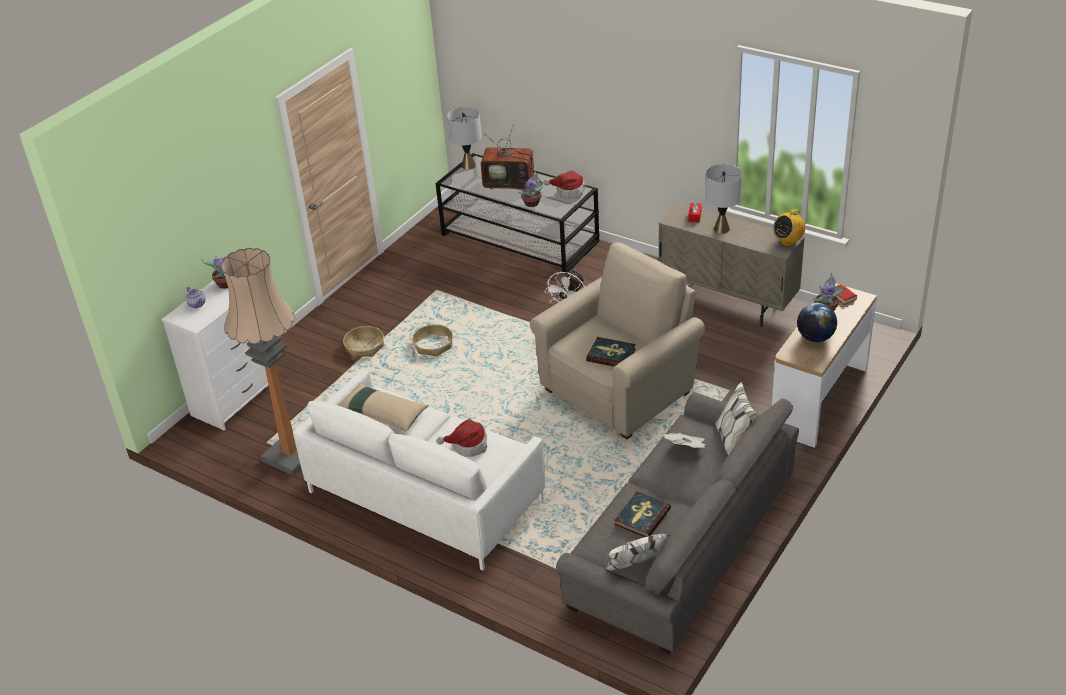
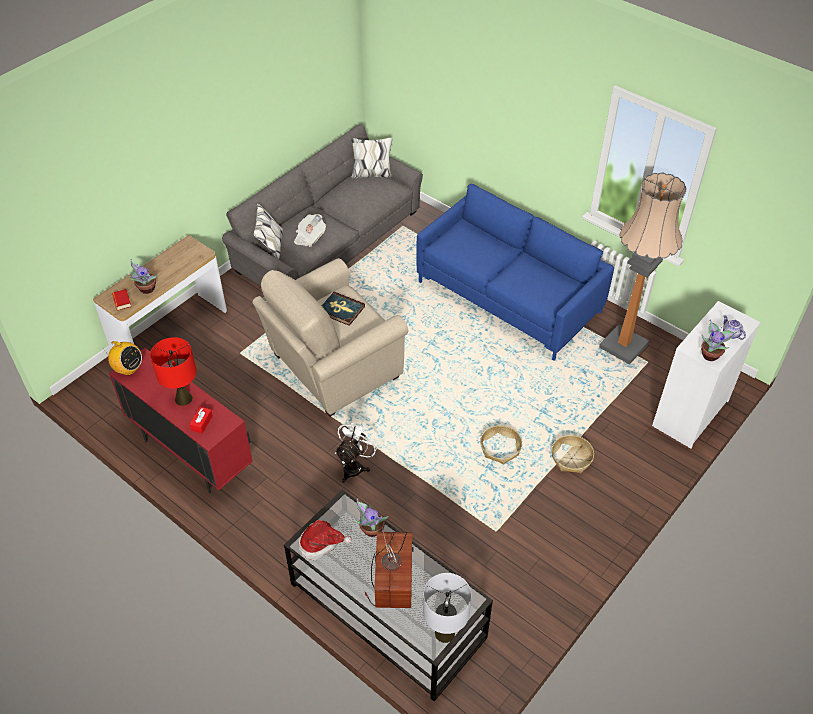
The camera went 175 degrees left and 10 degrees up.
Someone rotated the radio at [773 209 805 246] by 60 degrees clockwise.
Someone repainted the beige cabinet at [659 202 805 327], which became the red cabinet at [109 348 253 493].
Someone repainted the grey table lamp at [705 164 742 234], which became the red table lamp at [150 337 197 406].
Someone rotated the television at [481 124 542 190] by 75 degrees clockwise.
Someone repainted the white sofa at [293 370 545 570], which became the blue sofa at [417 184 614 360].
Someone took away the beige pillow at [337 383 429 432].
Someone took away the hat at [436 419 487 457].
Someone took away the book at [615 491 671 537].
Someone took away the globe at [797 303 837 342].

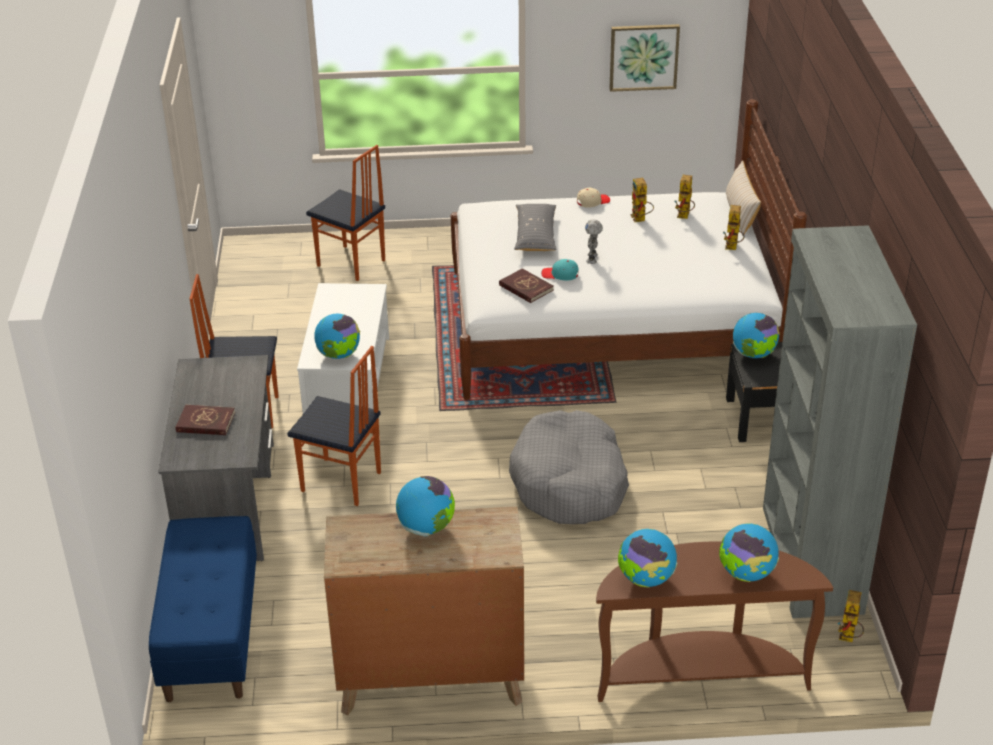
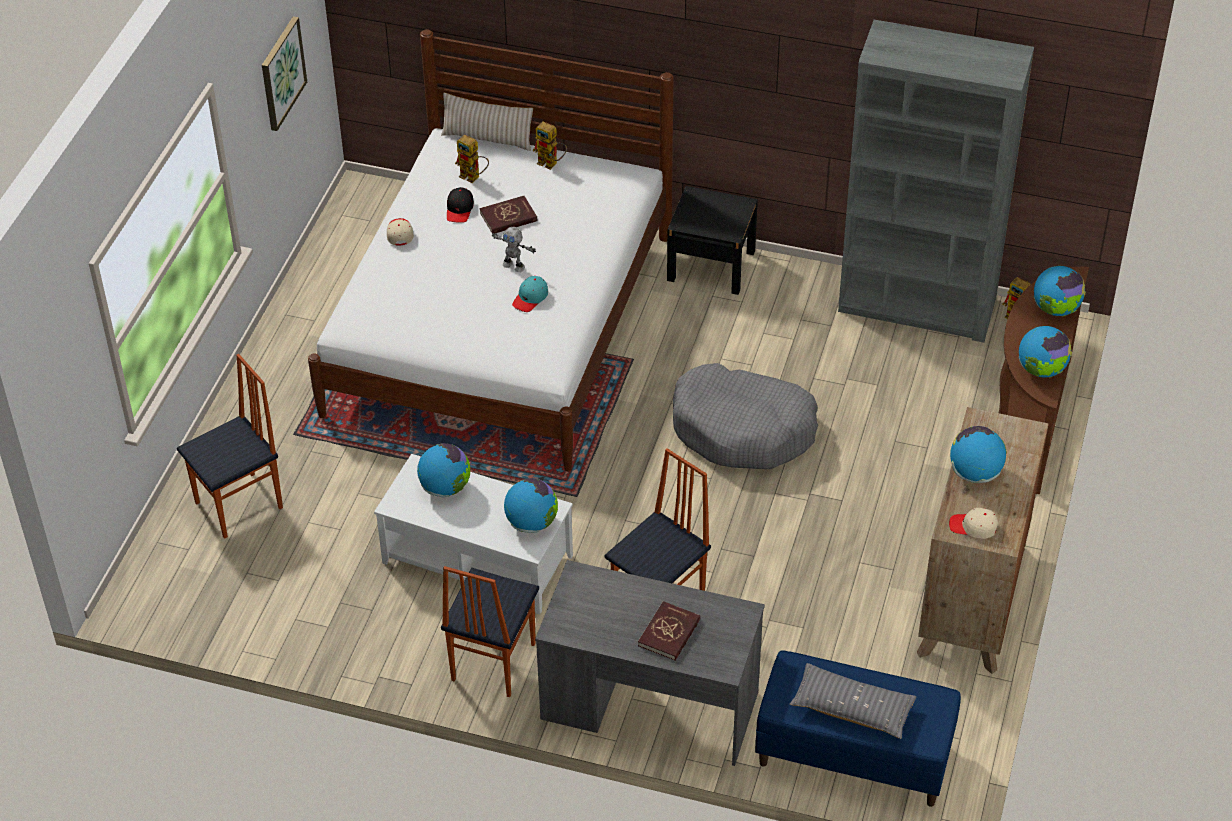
The camera went 70 degrees left and 10 degrees up.
Someone carried the globe from [733 313 780 358] to [417 443 470 498].
Someone swapped the toy robot at [631 178 654 222] for the black cap at [447 187 474 222].
Someone carried the red book from [499 268 554 303] to [480 196 537 234].
Someone carried the grey pillow from [514 204 557 251] to [790 663 916 739].
Someone put down the beige cap at [949 508 998 538].

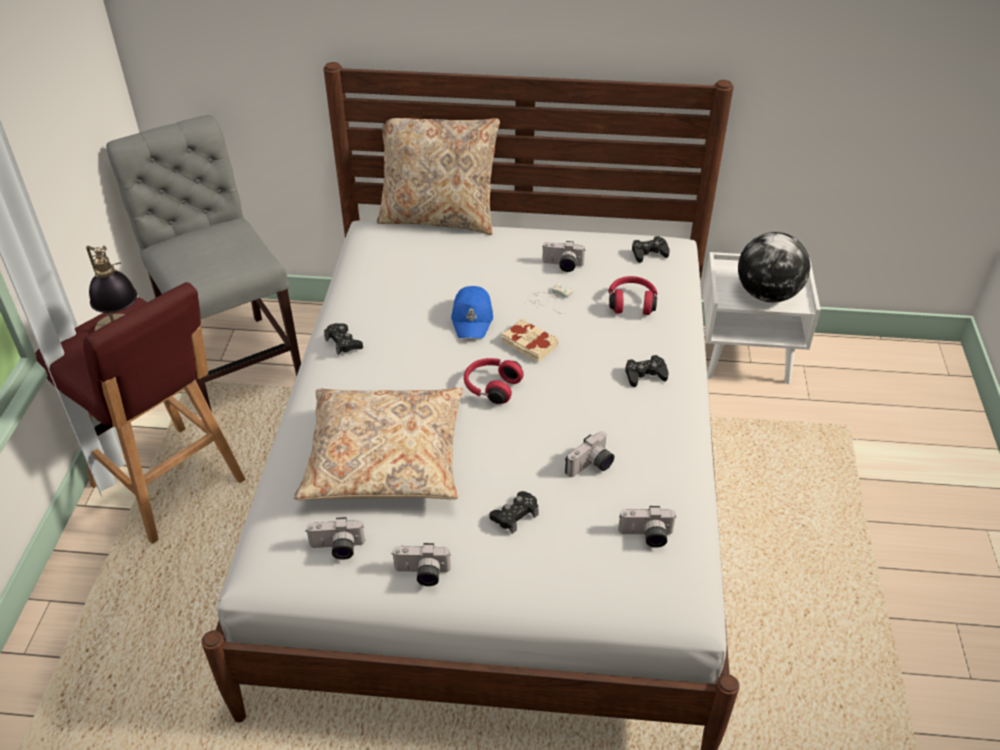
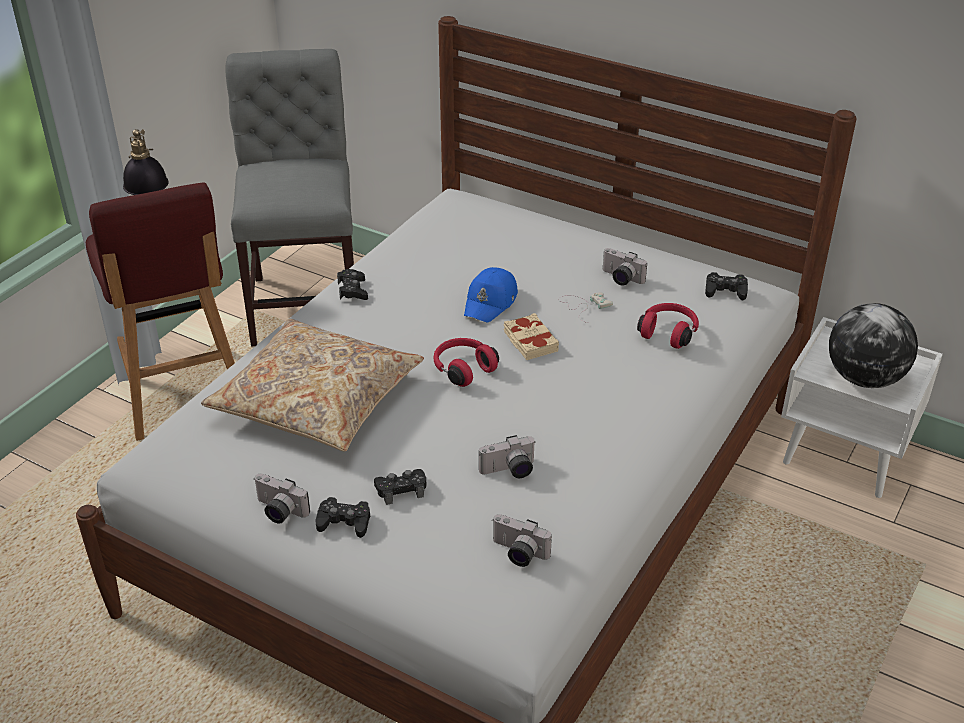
The camera went 25 degrees right and 5 degrees down.
Someone carried the black game controller from [625 355 668 387] to [316 497 370 538].
Someone took away the photo camera at [306 517 365 560].
Someone took away the beige pillow at [377 118 500 235].

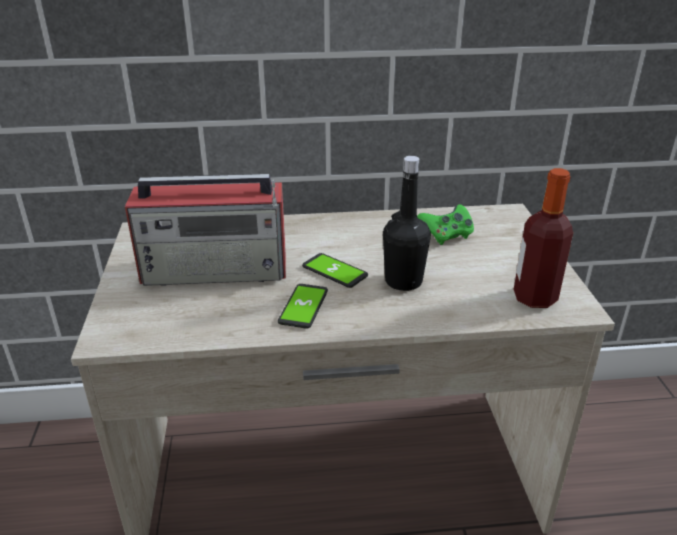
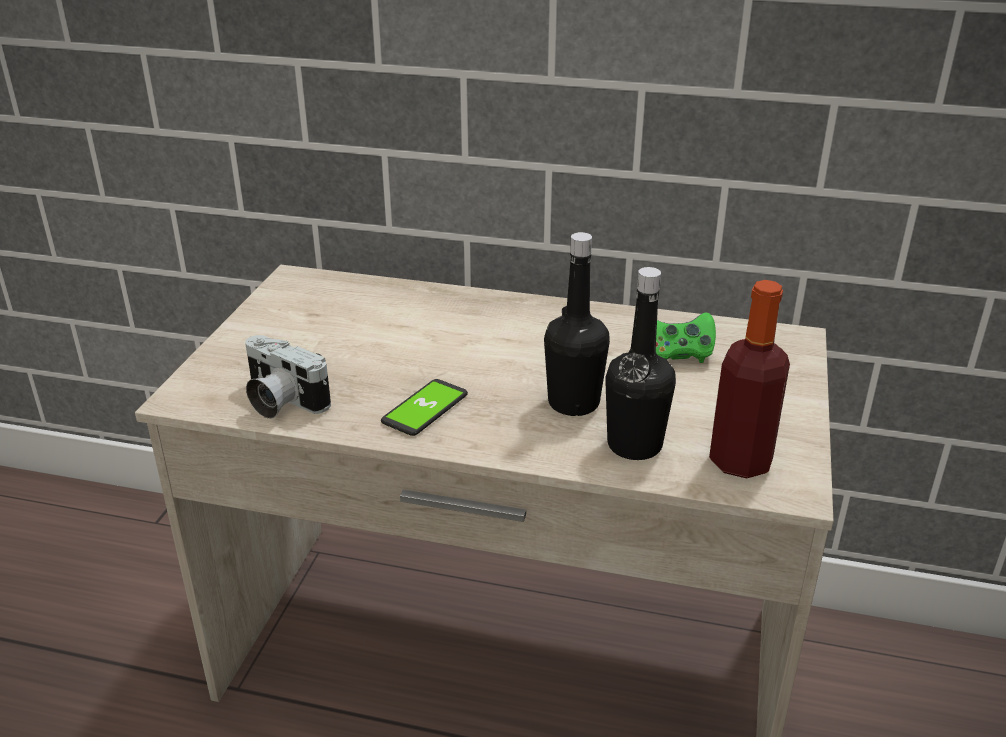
The camera went 20 degrees right and 0 degrees up.
Someone put down the photo camera at [245 335 331 419].
Someone put down the black bottle at [605 267 676 460].
Someone took away the radio at [125 174 286 286].
Someone took away the phone at [302 253 368 288].

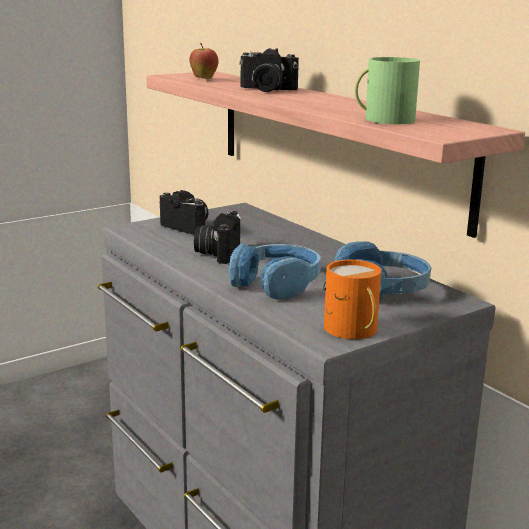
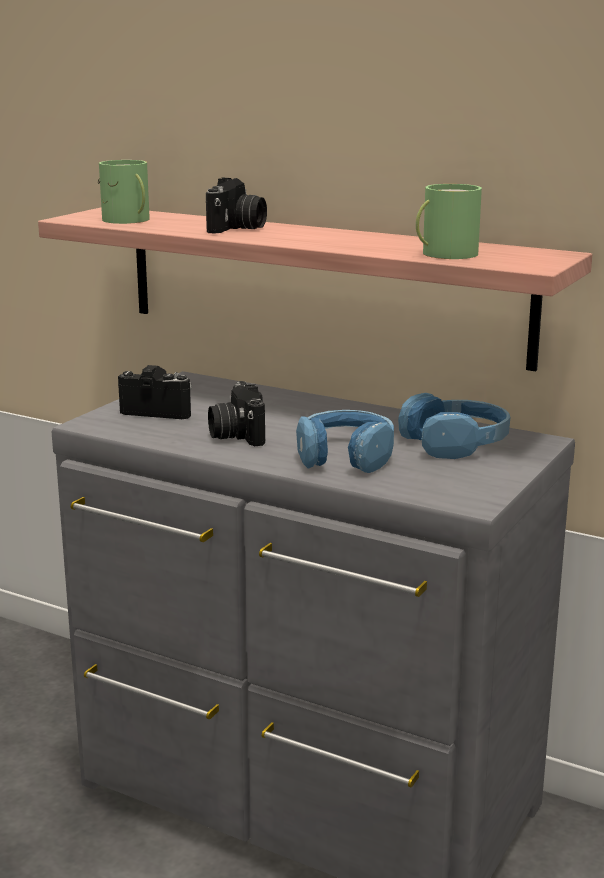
The camera went 25 degrees left and 0 degrees up.
Someone swapped the apple at [189 43 219 79] for the green mug at [98 160 150 224].
Someone rotated the photo camera at [239 48 299 92] by 60 degrees counterclockwise.
Someone took away the orange mug at [323 260 381 339].

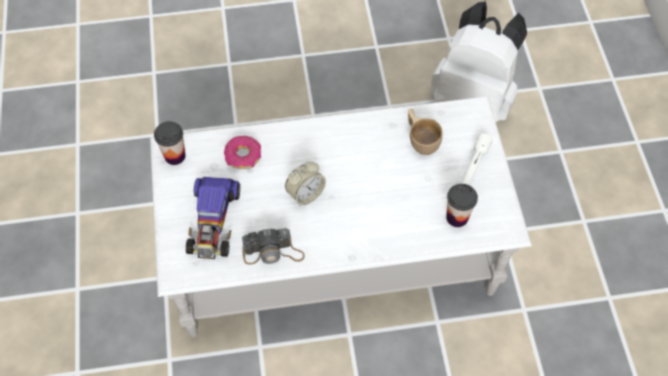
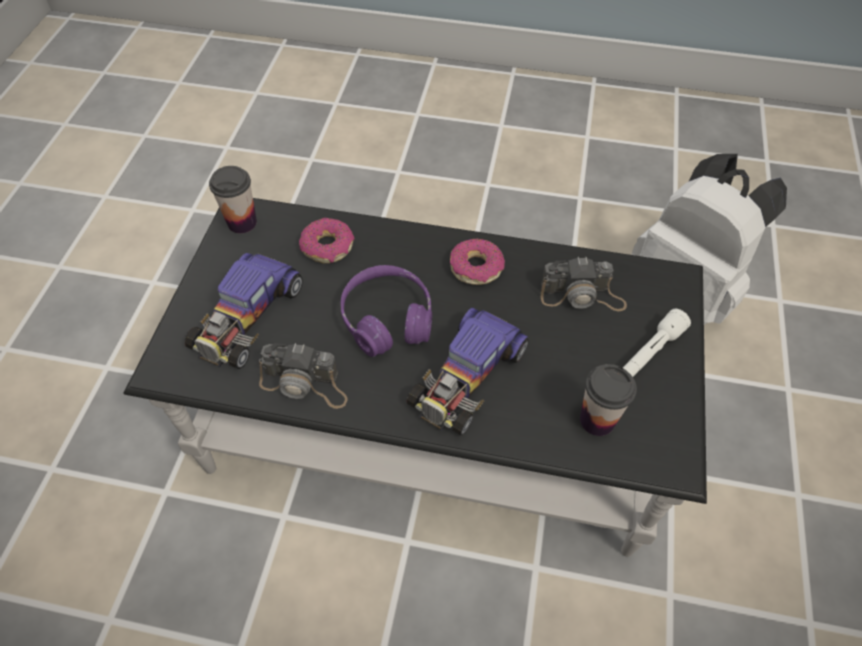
The camera went 20 degrees right and 5 degrees down.
Someone repainted the white coffee table at [150 96 532 337], which became the black coffee table at [123 198 707 557].
Someone swapped the alarm clock at [285 161 326 206] for the purple headphones at [341 265 432 357].
Someone put down the toy car at [406 308 529 436].
Someone put down the donut at [450 238 505 285].
Someone swapped the beige cup at [408 108 443 155] for the photo camera at [541 257 627 311].

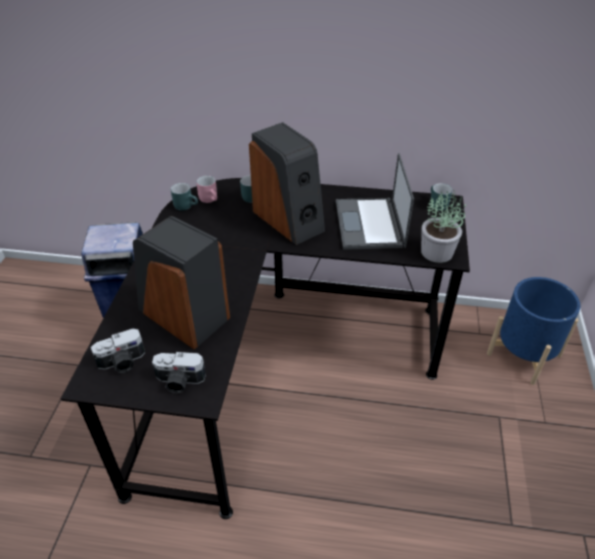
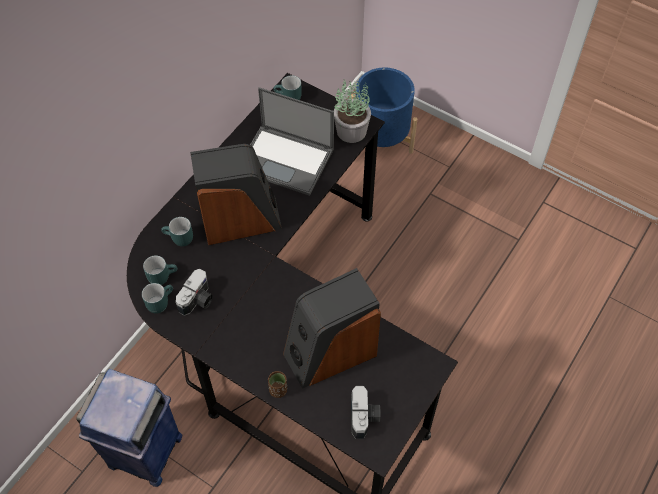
The camera went 65 degrees left and 15 degrees up.
Someone repainted the pink mug at [196 176 217 203], which became the turquoise mug at [143 255 177 285].
Someone carried the photo camera from [152 352 206 393] to [176 269 213 316].
Someone put down the brown cup at [268 371 287 398].

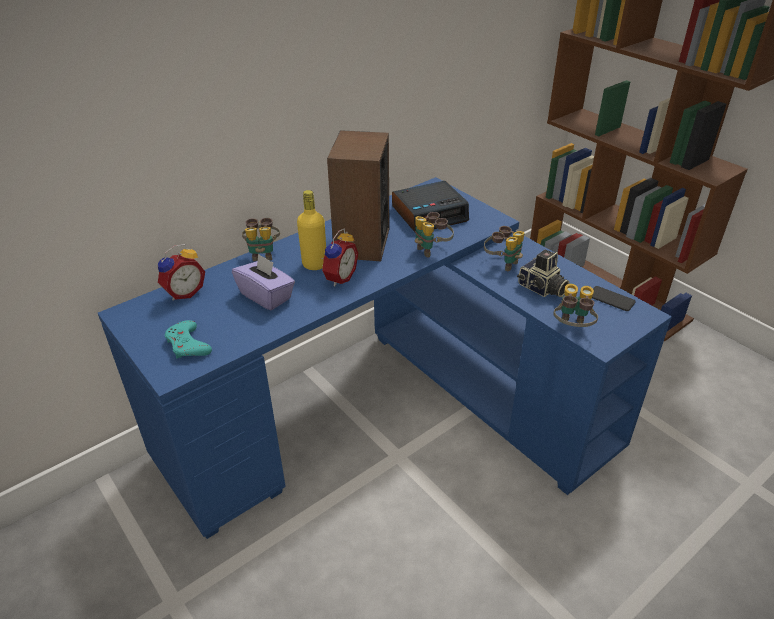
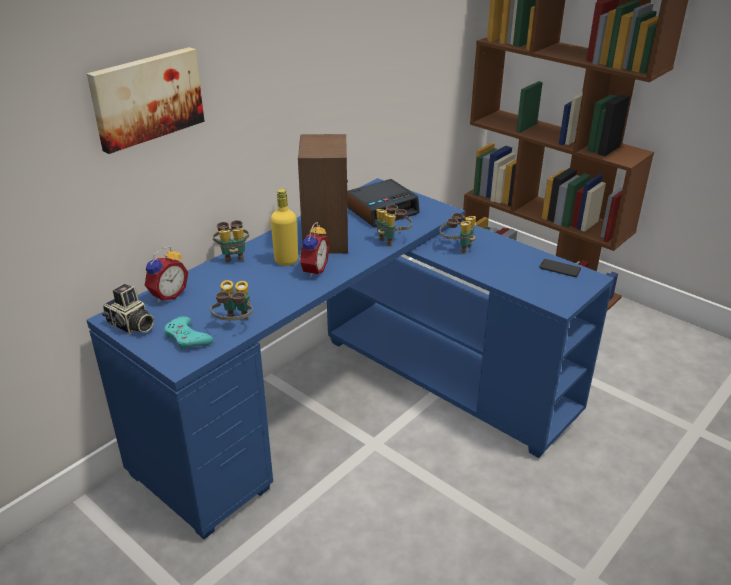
The camera went 10 degrees left and 5 degrees down.
Someone put up the picture at [87 47 205 154].
Someone carried the photo camera from [517 250 570 297] to [102 284 154 334].
Someone carried the binoculars from [553 284 598 327] to [210 280 253 321].
Someone took away the purple tissue box at [232 253 295 310].

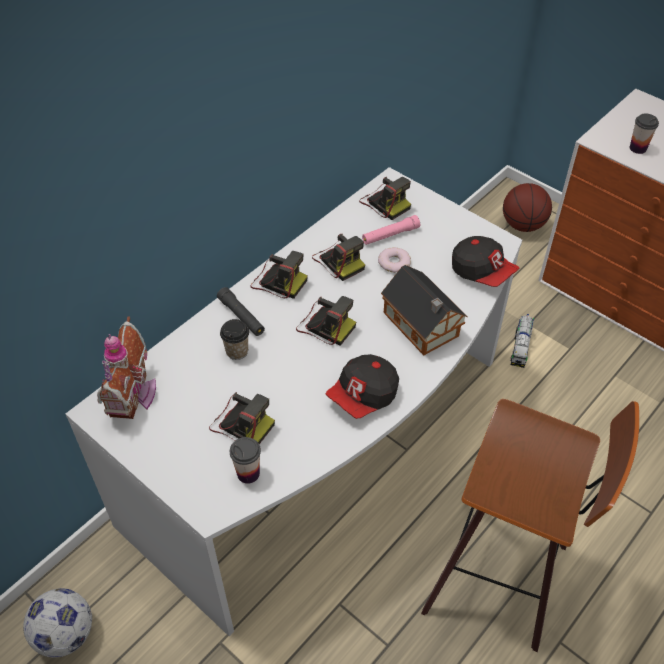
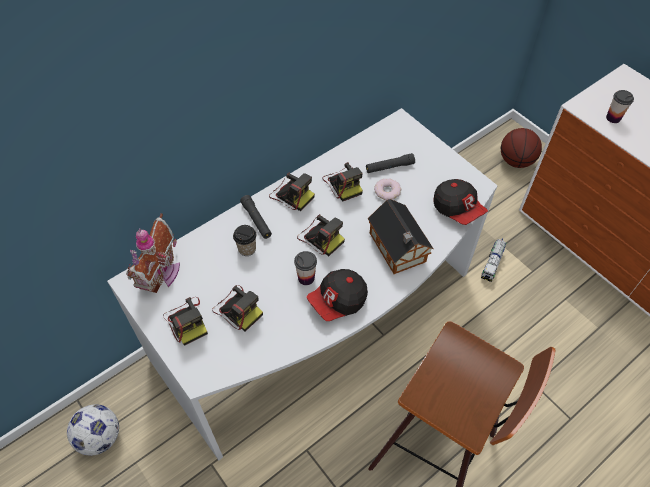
The camera went 10 degrees right and 5 degrees up.
Someone carried the photo camera from [359 177 411 220] to [163 297 208 346].
Someone carried the cup from [230 437 261 484] to [294 251 317 285].
Someone repainted the pink flashlight at [362 215 420 245], which became the black flashlight at [366 153 415 173].

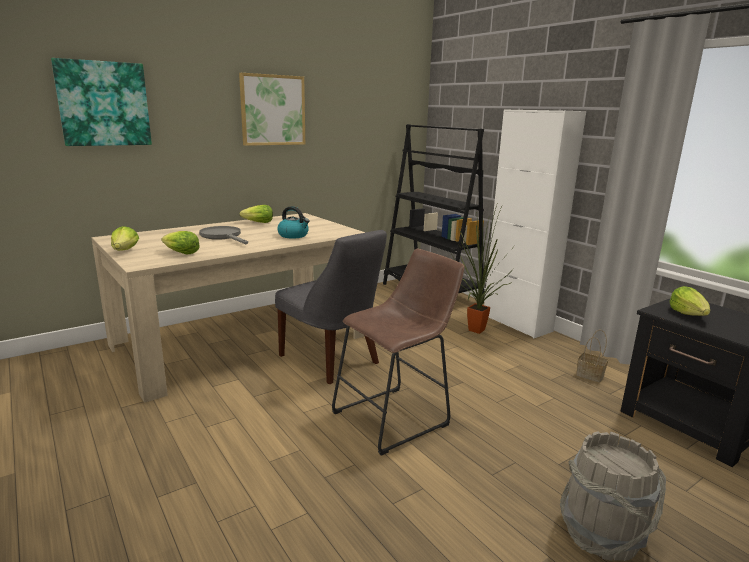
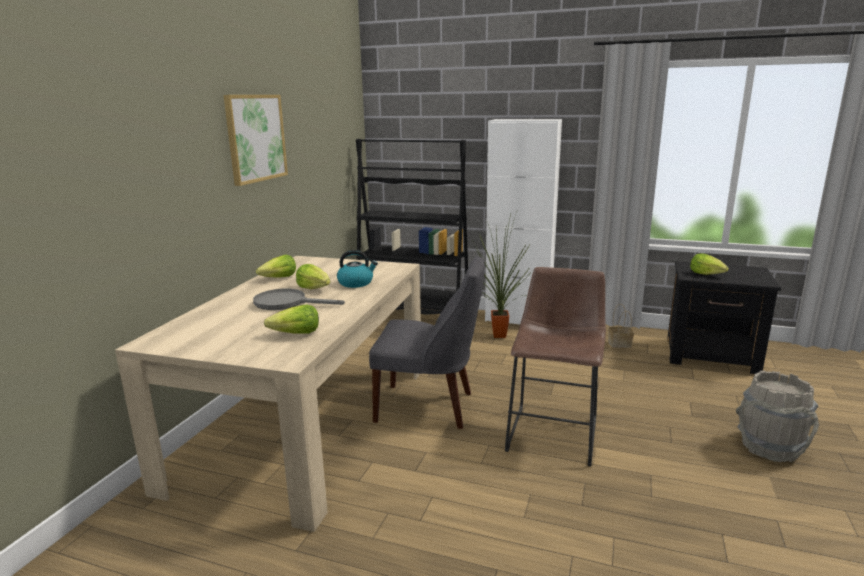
The camera went 35 degrees left and 0 degrees up.
Someone carried the lettuce from [111 226 139 251] to [296 264 330 289].
Someone took away the picture at [51 58 152 146].

